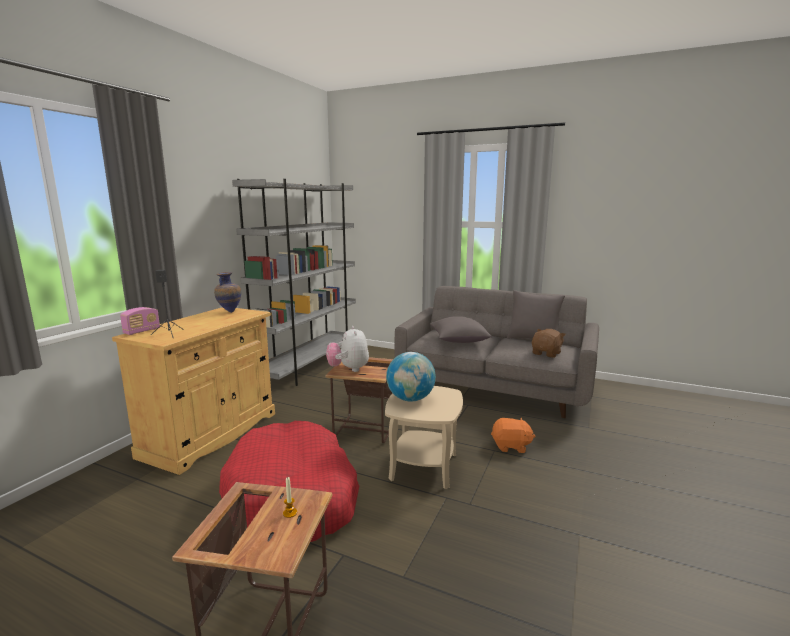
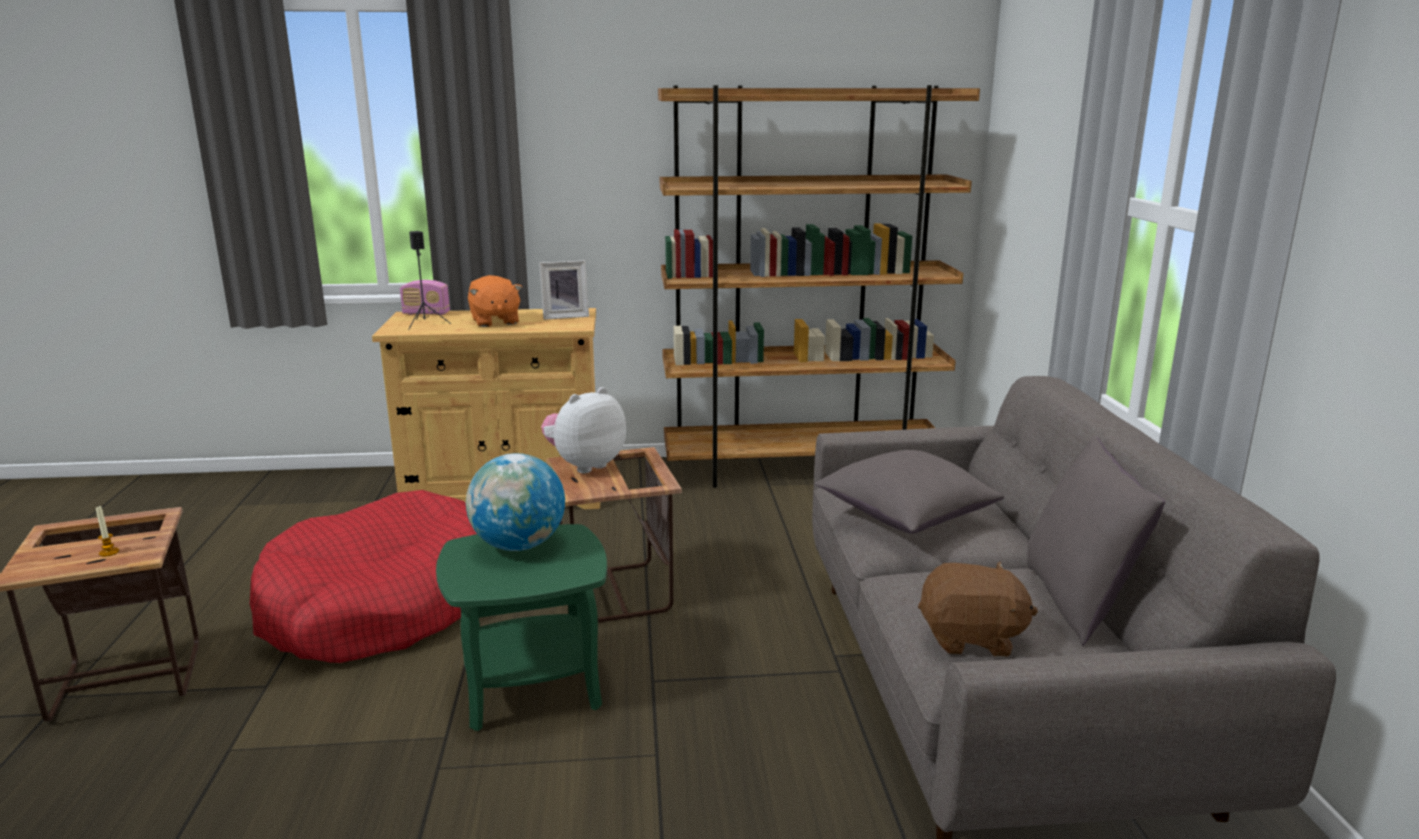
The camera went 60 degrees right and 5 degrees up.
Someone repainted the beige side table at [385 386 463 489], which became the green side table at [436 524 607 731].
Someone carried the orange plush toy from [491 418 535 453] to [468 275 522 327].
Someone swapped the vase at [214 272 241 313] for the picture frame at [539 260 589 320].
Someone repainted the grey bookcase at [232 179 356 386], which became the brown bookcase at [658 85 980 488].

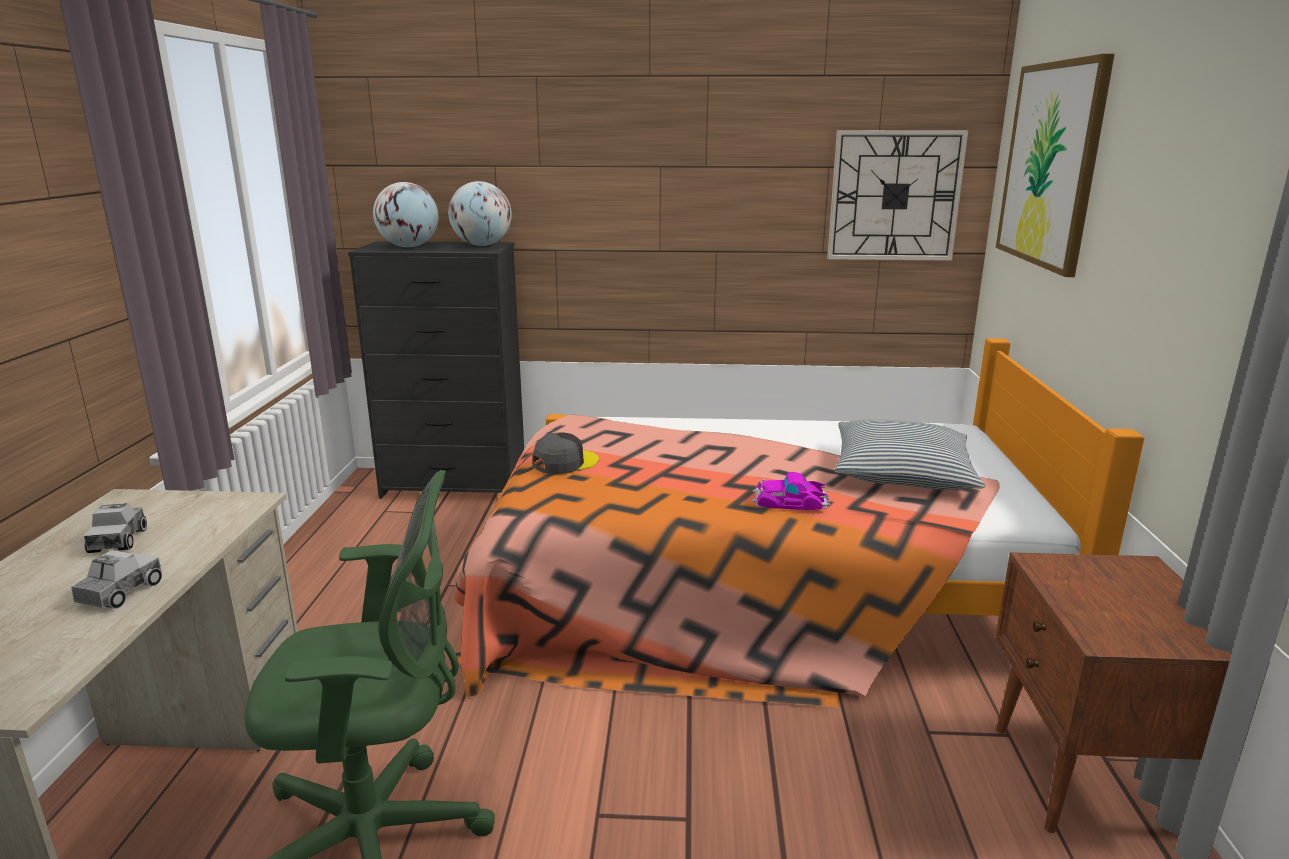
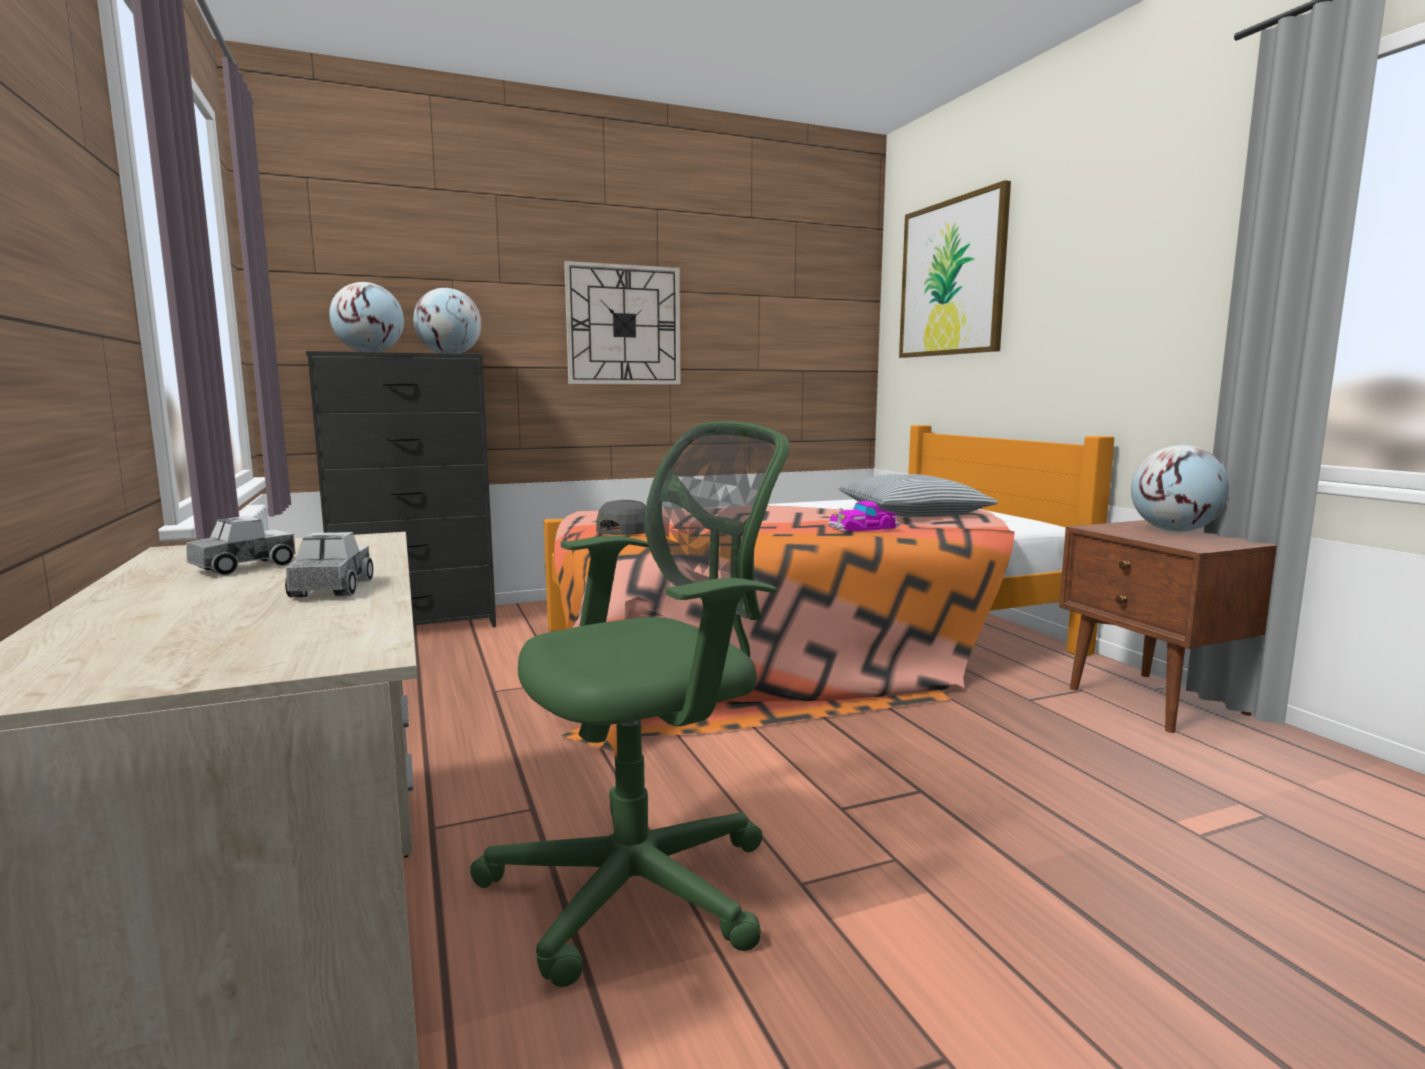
The camera went 25 degrees left and 10 degrees down.
Someone rotated the toy truck at [84 503 147 553] by 105 degrees counterclockwise.
Someone carried the wall clock from [827 130 968 261] to [564 261 681 385].
Someone put down the globe at [1131 445 1229 532].

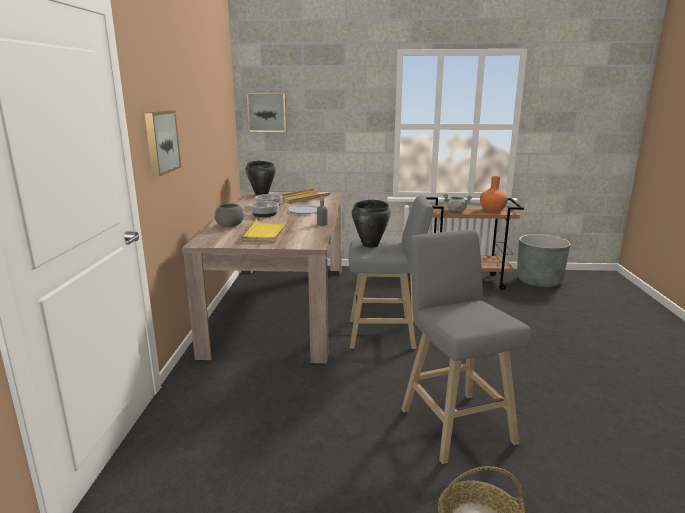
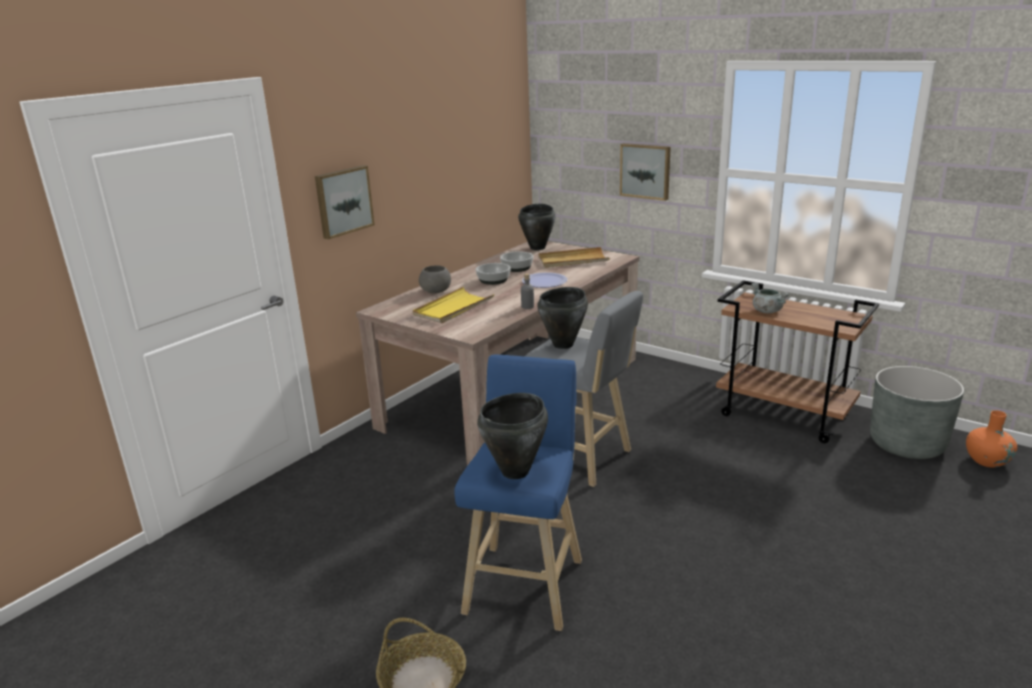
The camera went 35 degrees right and 5 degrees up.
Someone repainted the grey stool at [401 230 531 464], which became the blue stool at [454 355 582 631].
Someone put down the black cooking pot at [478 393 548 479].
Someone carried the picture from [247 93 287 132] to [620 143 671 201].
Someone carried the orange vase from [480 176 508 212] to [966 410 1017 468].

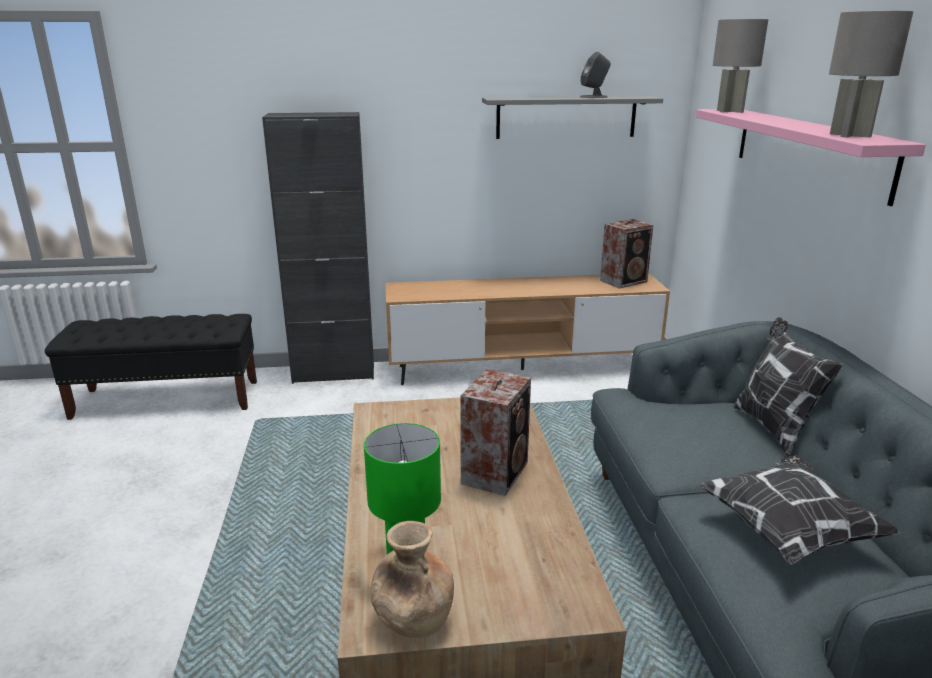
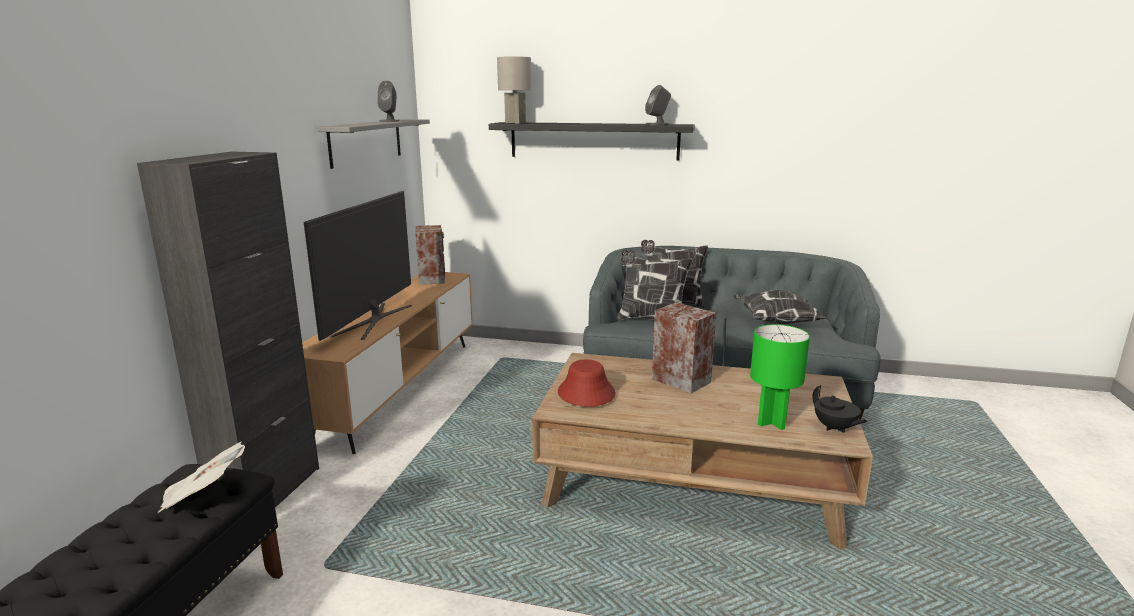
The camera went 70 degrees left and 5 degrees down.
Someone put down the newspaper at [158 441 245 513].
Someone put down the television at [304 191 412 341].
Someone repainted the pink shelf at [696 109 926 206], which became the black shelf at [489 122 695 160].
Someone put down the red hat at [558 359 616 407].
Someone put down the pillow at [617 249 693 320].
Someone swapped the grey table lamp at [829 10 913 138] for the grey speaker at [645 85 671 125].
Someone swapped the brown vase at [370 521 454 638] for the black teapot at [812 385 868 433].

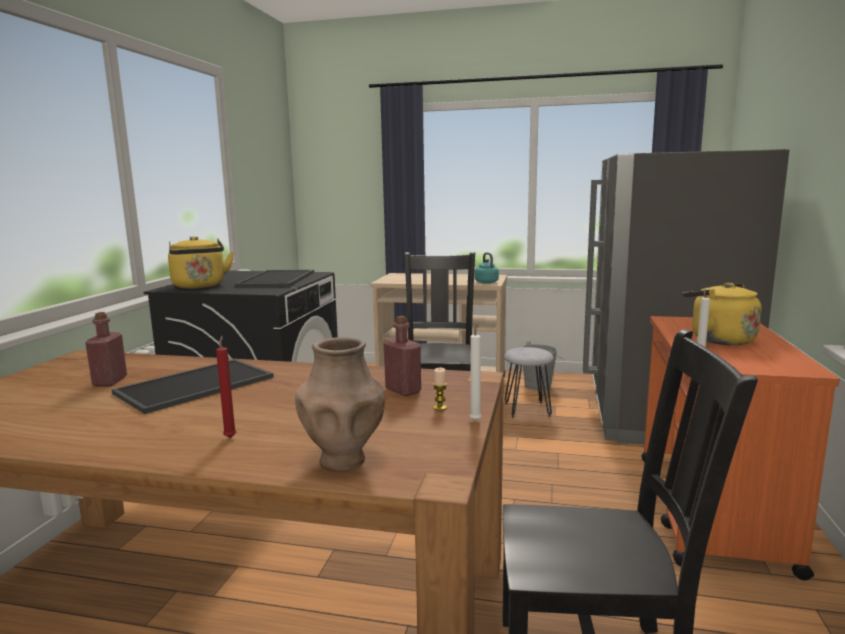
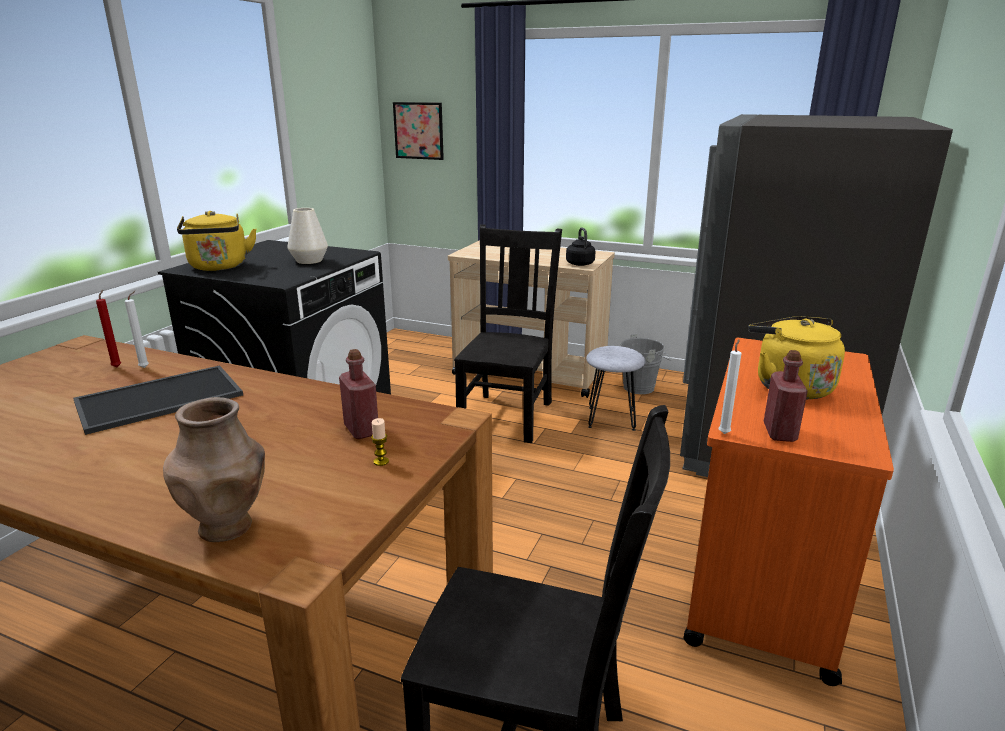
The camera went 10 degrees right and 10 degrees up.
Someone carried the red candle from [216 336 237 438] to [96 290 121 367].
Someone carried the white candle from [469 324 481 421] to [125 290 149 368].
Someone swapped the tray at [235 270 314 287] for the white vase at [287 208 328 264].
Someone put up the picture at [393 102 444 160].
Someone repainted the turquoise kettle at [475 252 499 284], which became the black kettle at [566 227 595 266].
Someone carried the red bottle from [85 312 127 387] to [764 350 808 442].

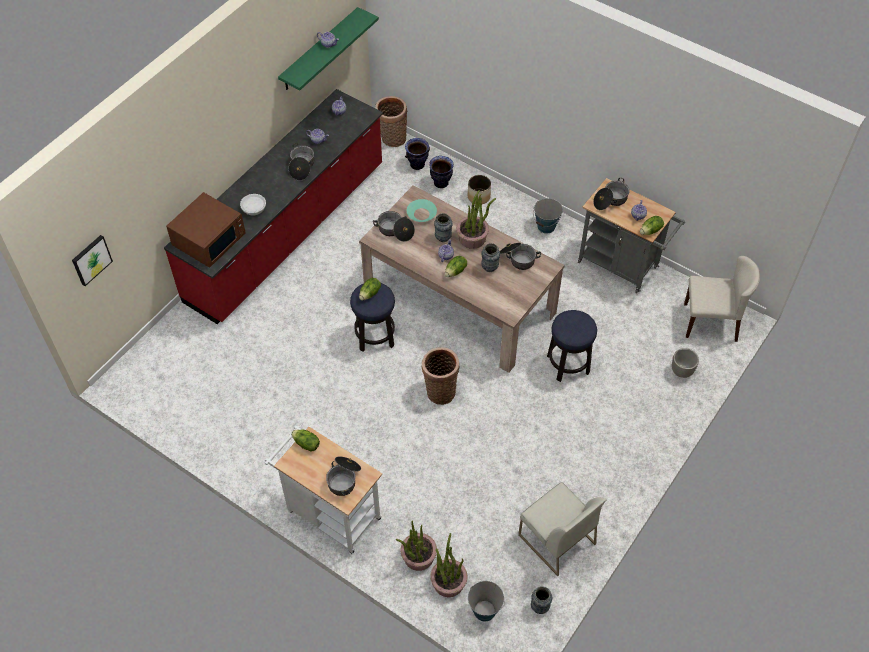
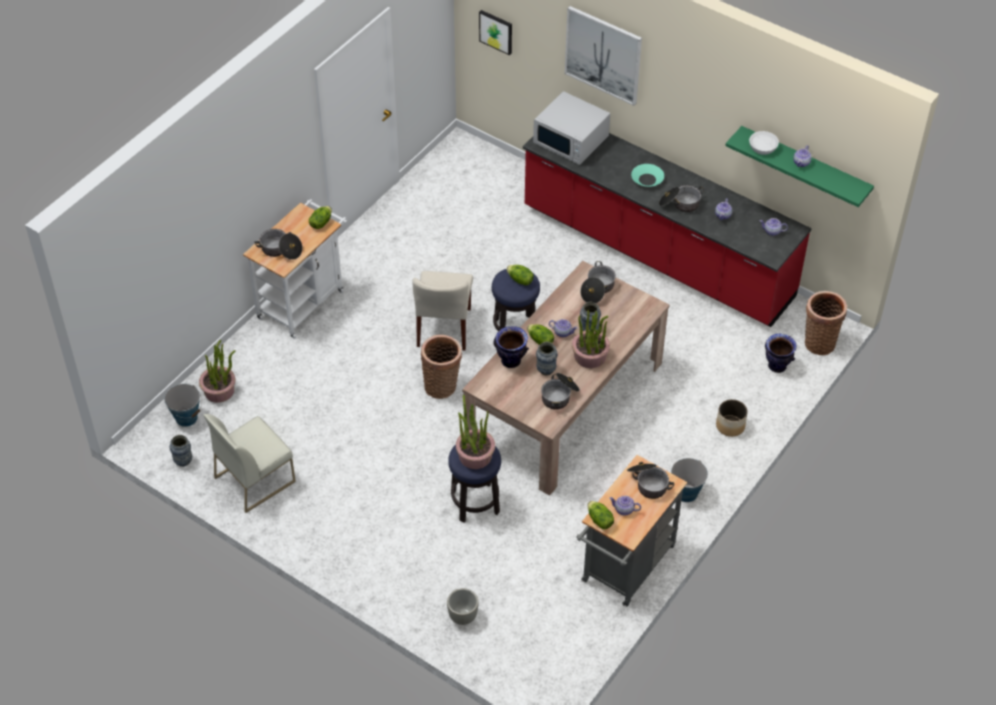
The camera went 90 degrees right and 5 degrees down.
Someone carried the beige chair from [684 256 760 342] to [412 271 473 350].
Someone carried the potted plant from [396 520 437 571] to [456 394 495 469].
Someone carried the vase from [429 156 454 188] to [493 326 529 368].
Someone repainted the brown microwave at [166 192 246 268], which became the white microwave at [533 91 610 165].
Someone put up the picture at [565 6 642 106].
Someone carried the turquoise bowl from [407 199 437 222] to [631 164 664 187].
Someone carried the white bowl from [240 194 266 215] to [749 131 779 155].

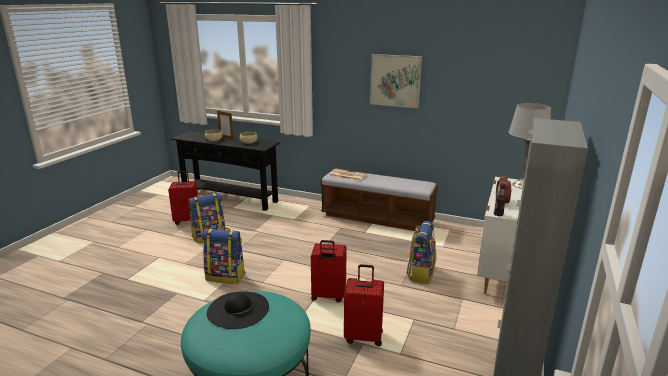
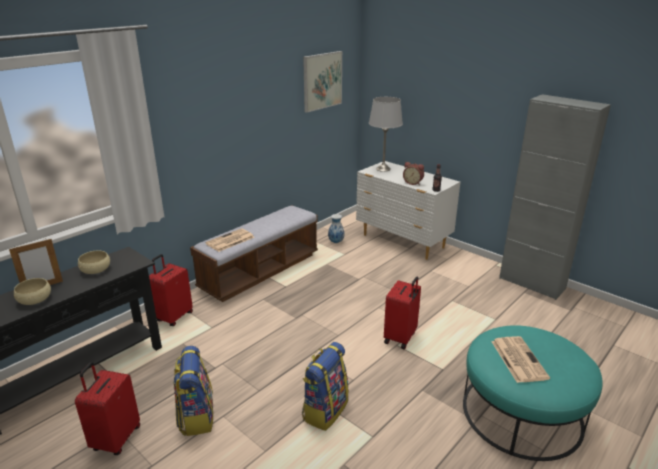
The camera went 70 degrees left and 5 degrees up.
Someone carried the red suitcase from [344 264 384 346] to [149 254 193 326].
Someone carried the picture from [370 54 422 108] to [303 51 342 113].
Someone put down the vase at [328 214 344 243].
Someone swapped the black hat at [207 292 269 329] for the newspaper at [491 336 550 383].
Someone took away the backpack at [406 221 436 284].

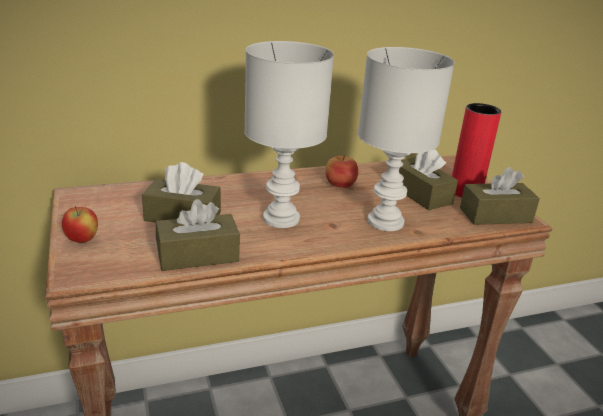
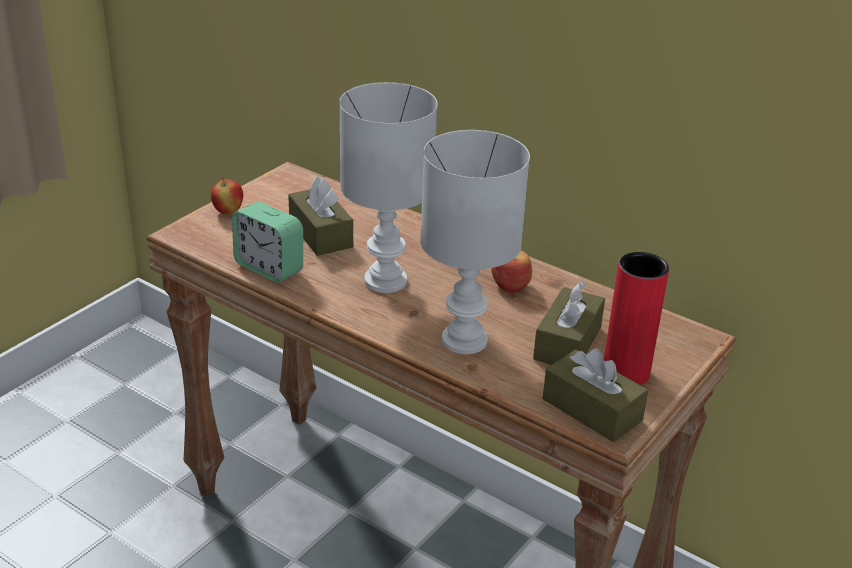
The camera went 55 degrees right and 5 degrees up.
Someone swapped the brown tissue box at [156 199 240 271] for the alarm clock at [232 202 303 283].

